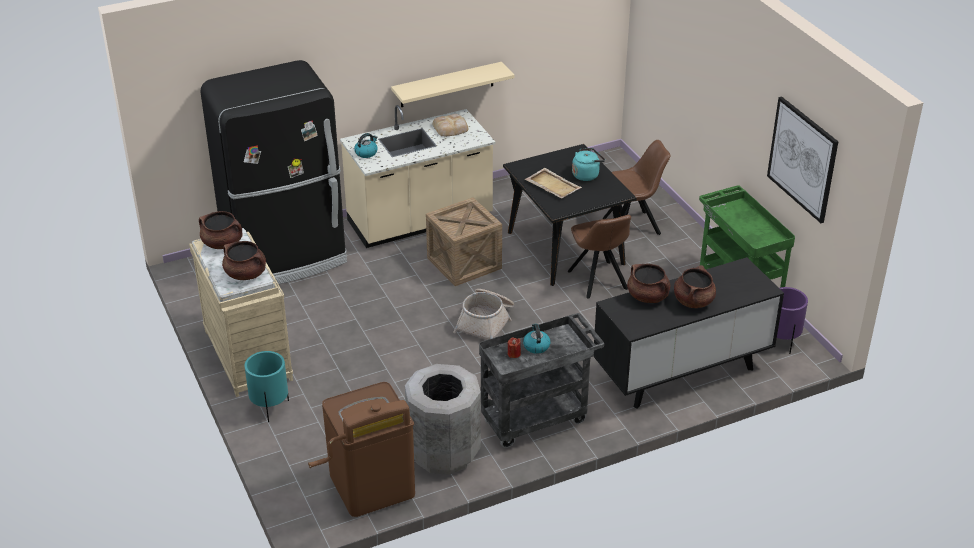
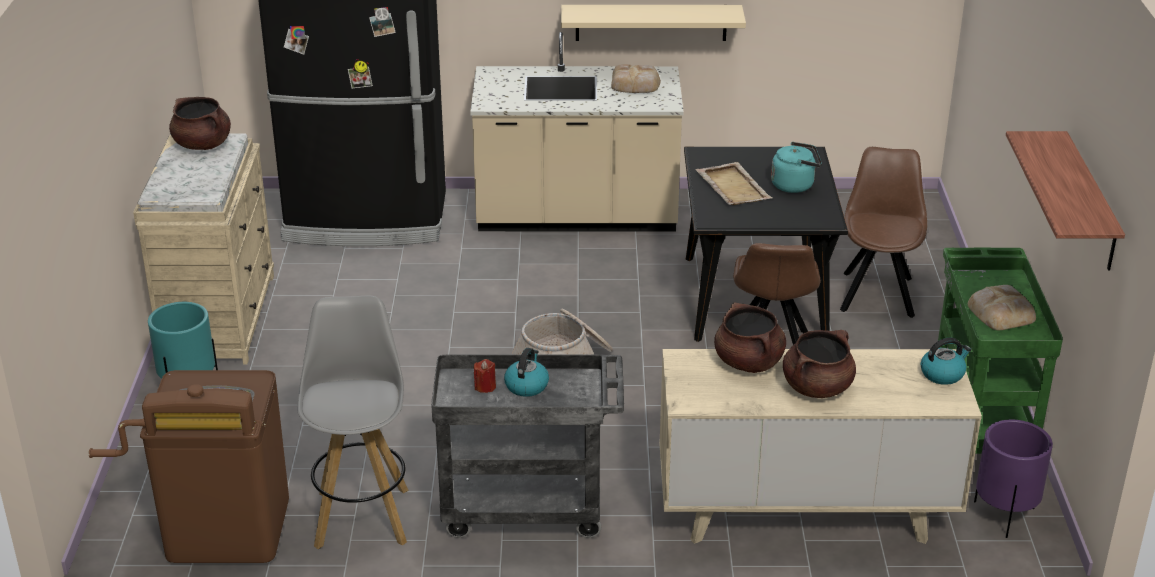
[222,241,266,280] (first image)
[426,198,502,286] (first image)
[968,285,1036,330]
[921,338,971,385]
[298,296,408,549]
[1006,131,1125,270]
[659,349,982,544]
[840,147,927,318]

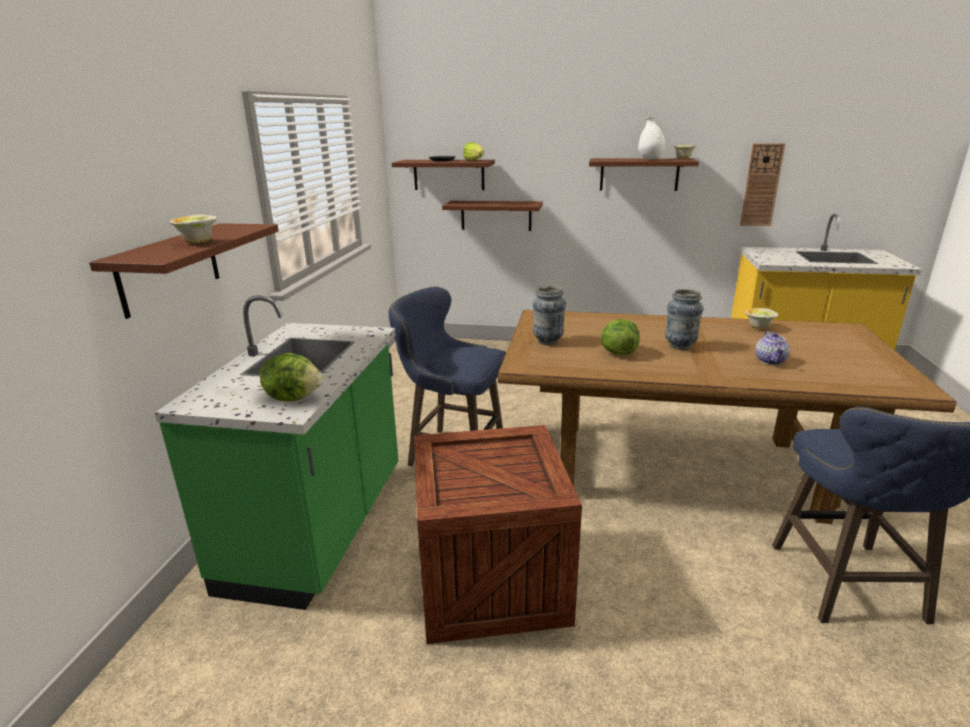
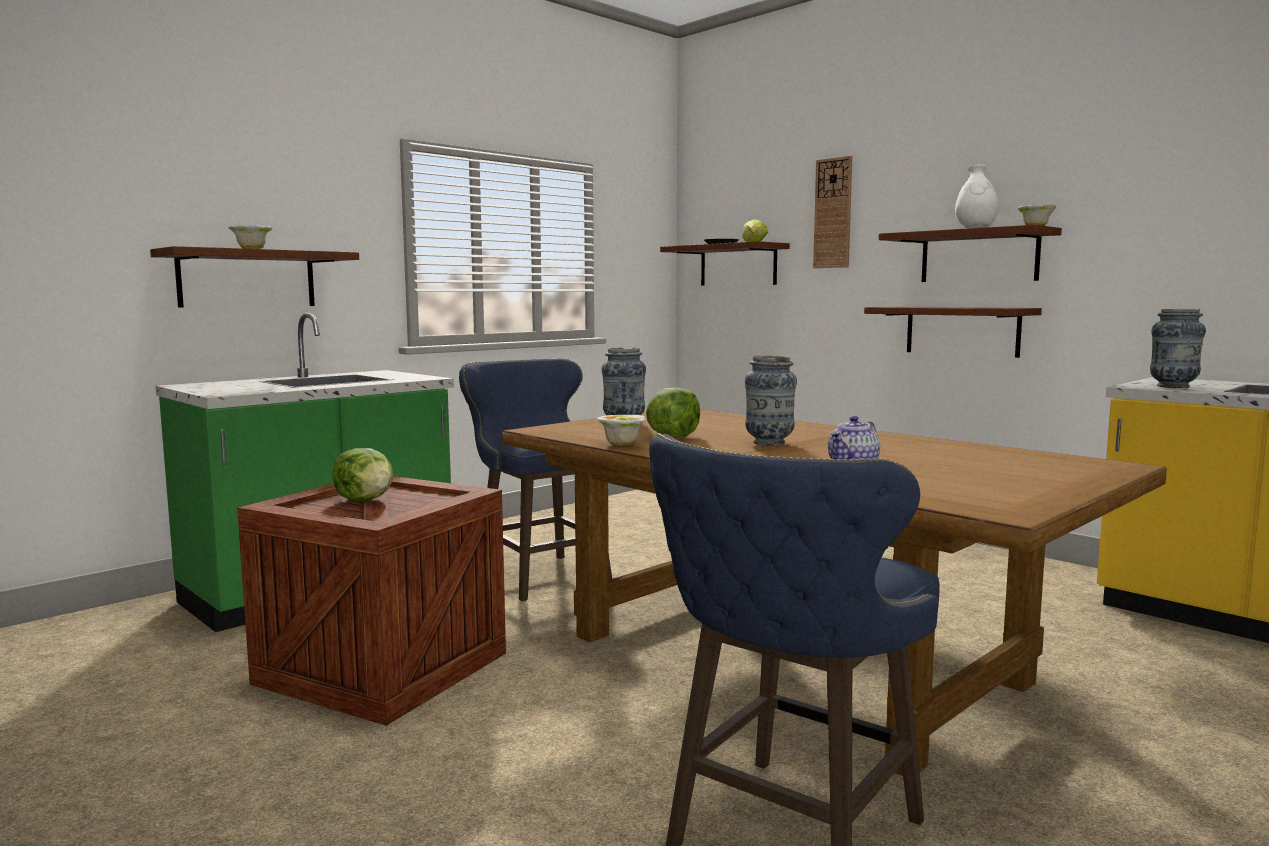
[1150,309,1206,388]
[332,448,393,501]
[864,307,1042,358]
[813,156,852,268]
[597,415,646,446]

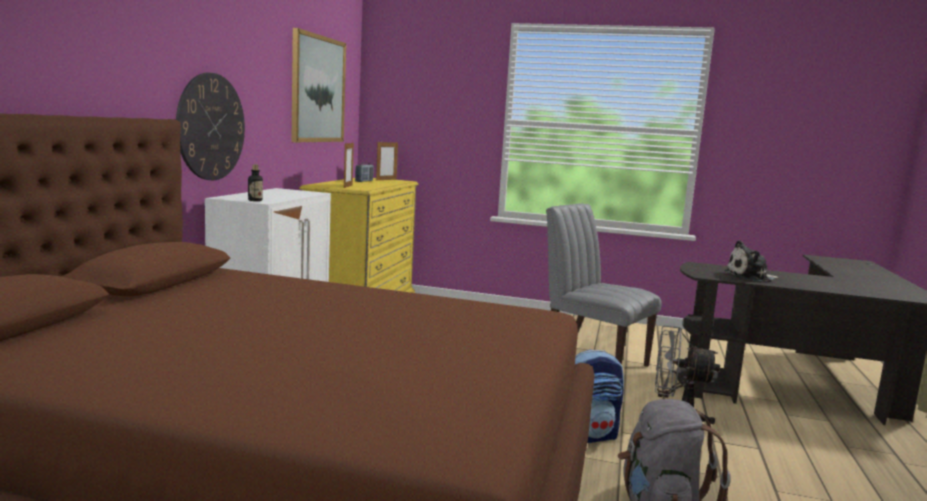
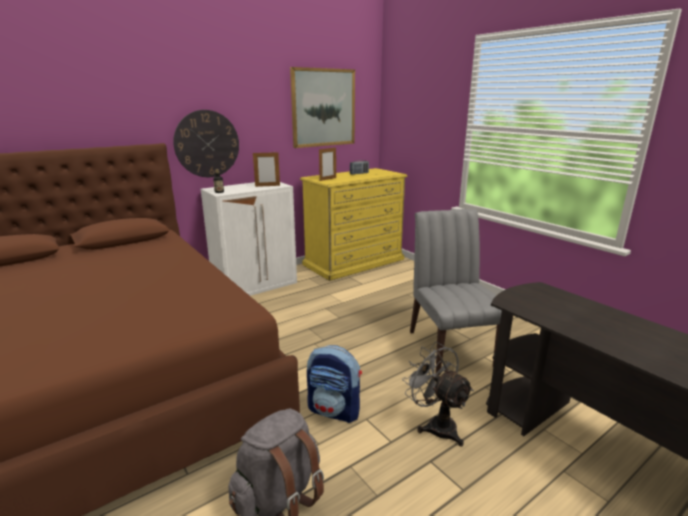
[724,240,779,282] (first image)
[253,152,280,187]

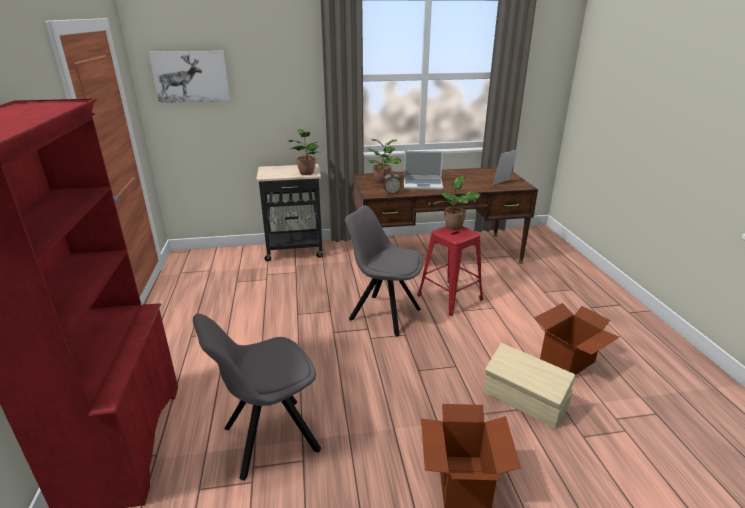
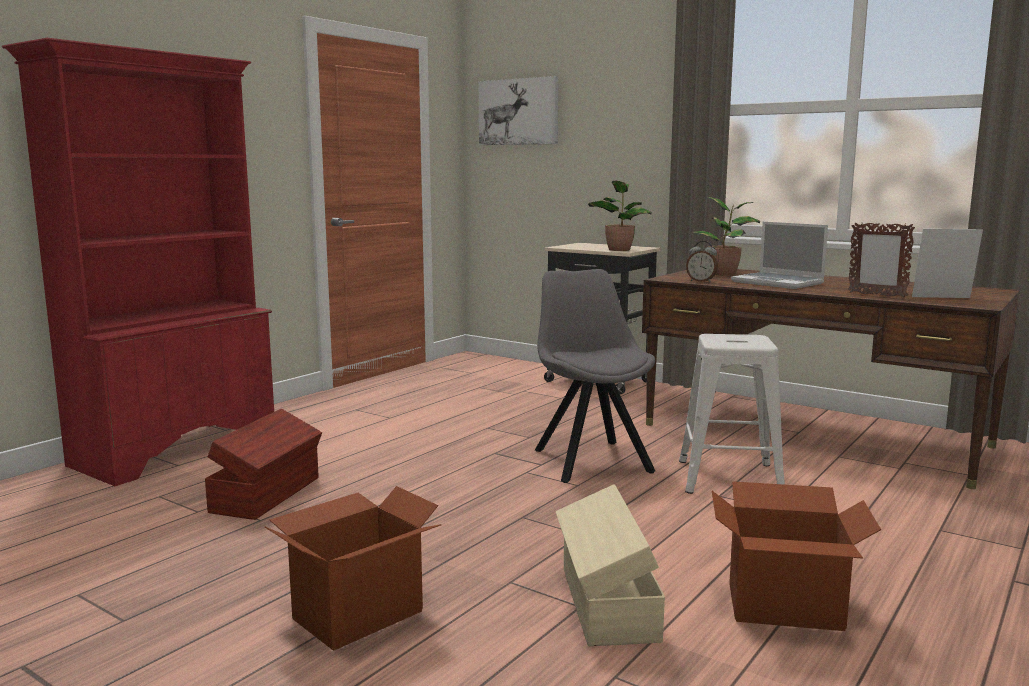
[433,176,481,230] (first image)
[848,223,915,298]
[205,409,322,520]
[679,334,785,494]

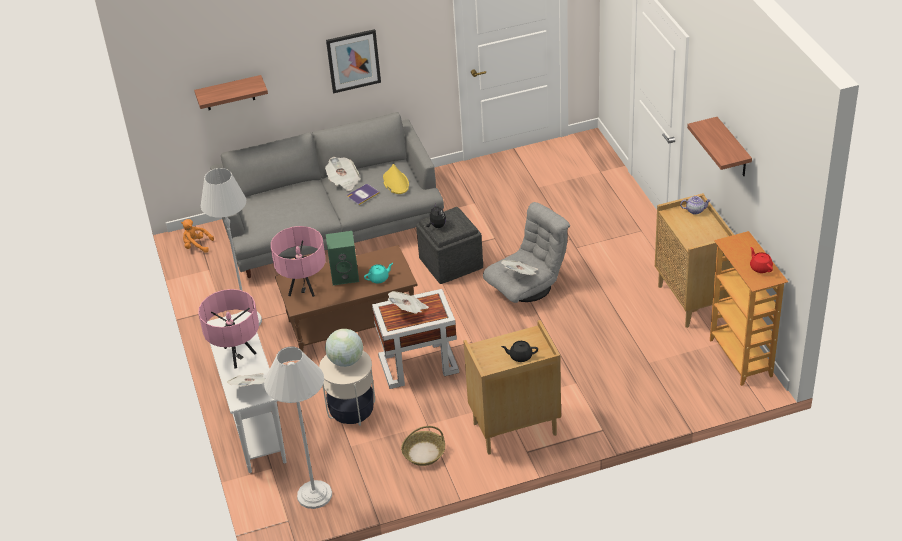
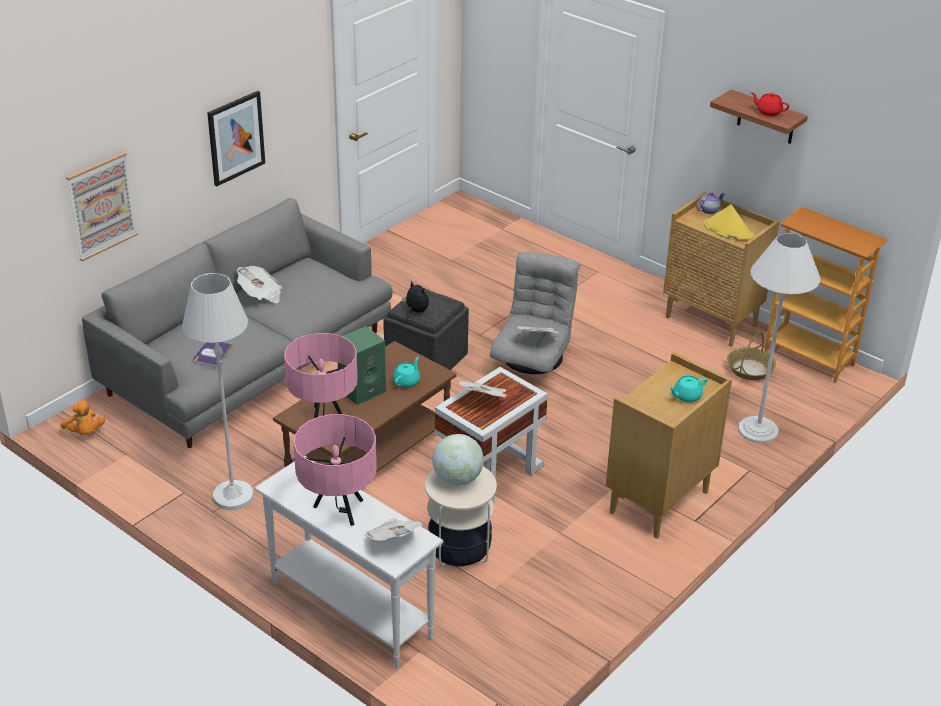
[738,232,820,443]
[193,342,233,367]
[704,205,754,241]
[727,333,776,380]
[751,92,789,116]
[66,152,138,262]
[669,376,707,402]
[60,400,105,435]

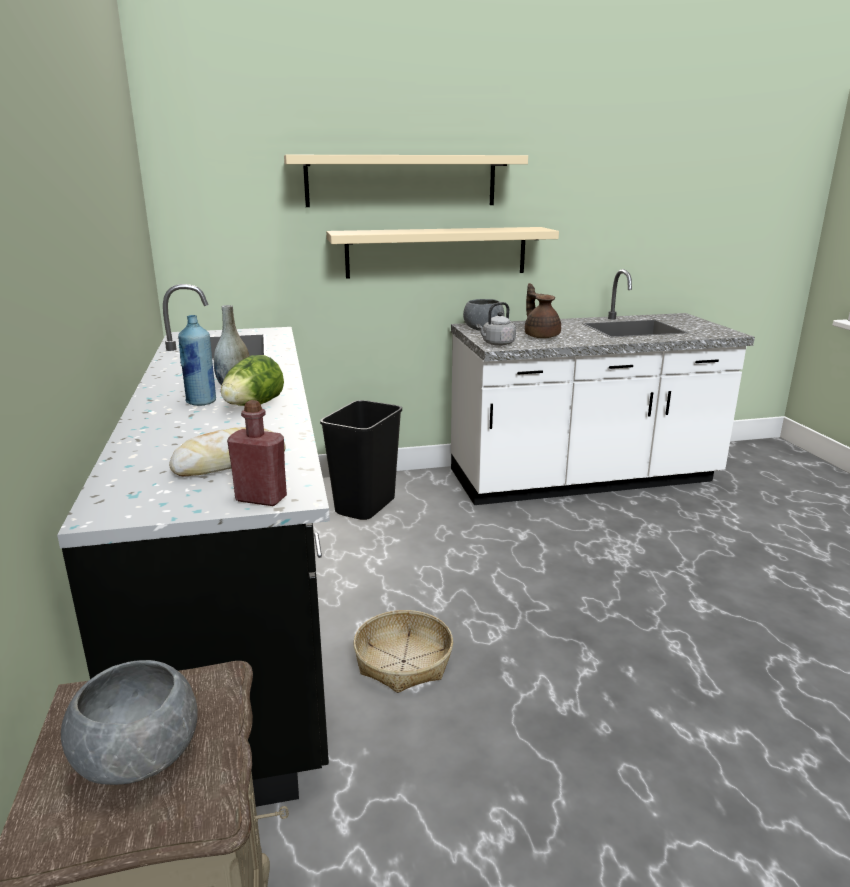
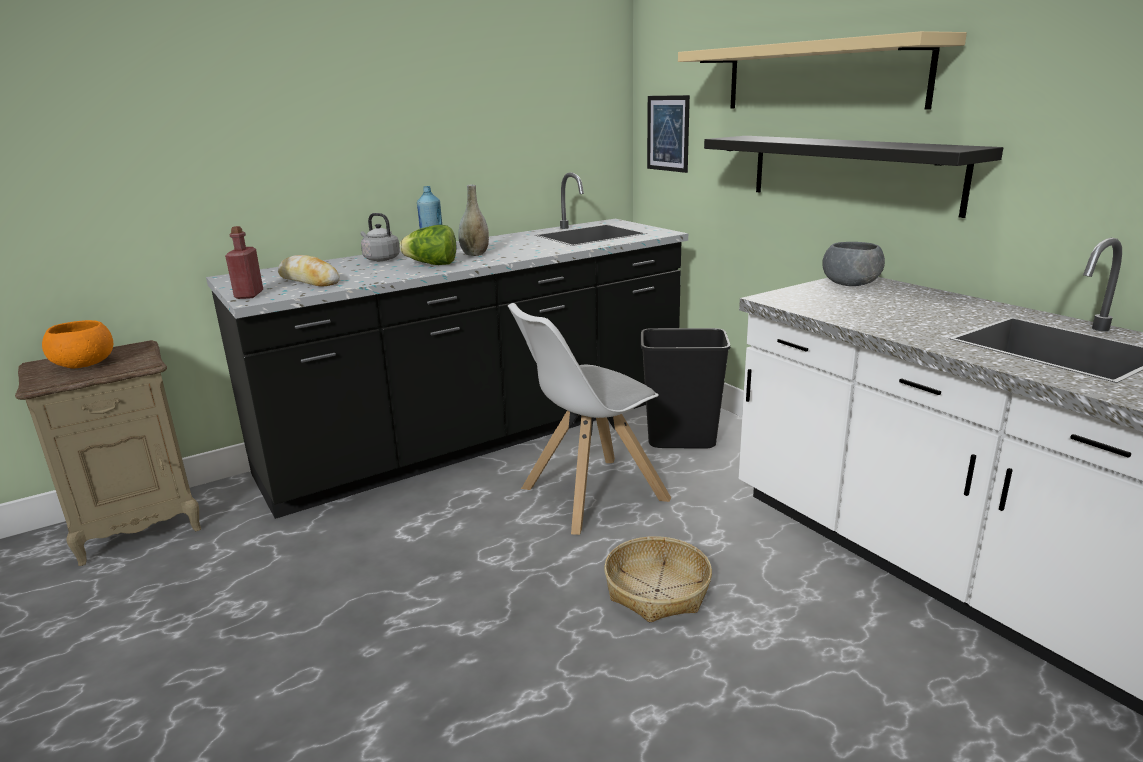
[524,283,561,338] (first image)
[508,303,671,535]
[647,95,690,173]
[604,536,712,623]
[361,213,400,261]
[42,320,113,368]
[704,136,1003,218]

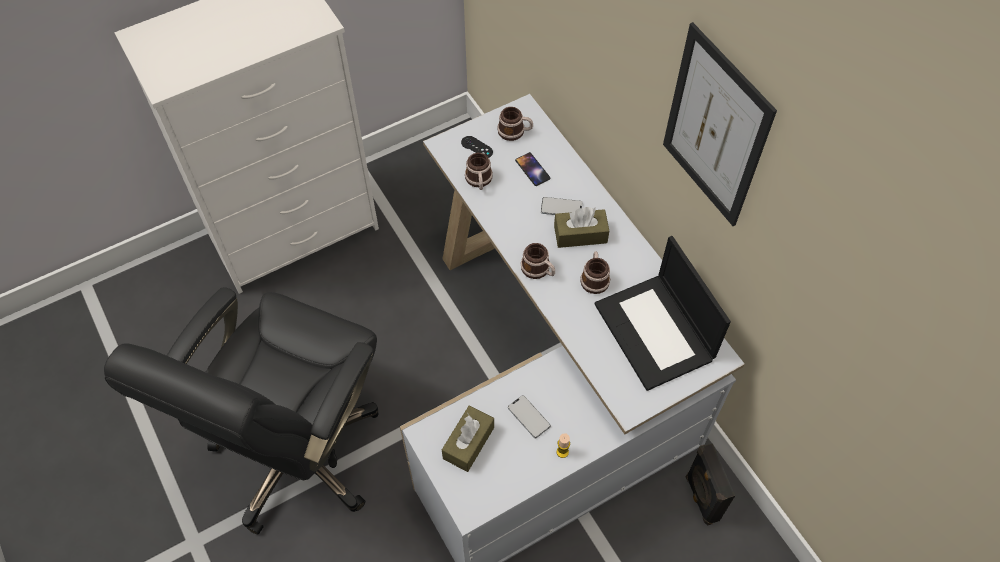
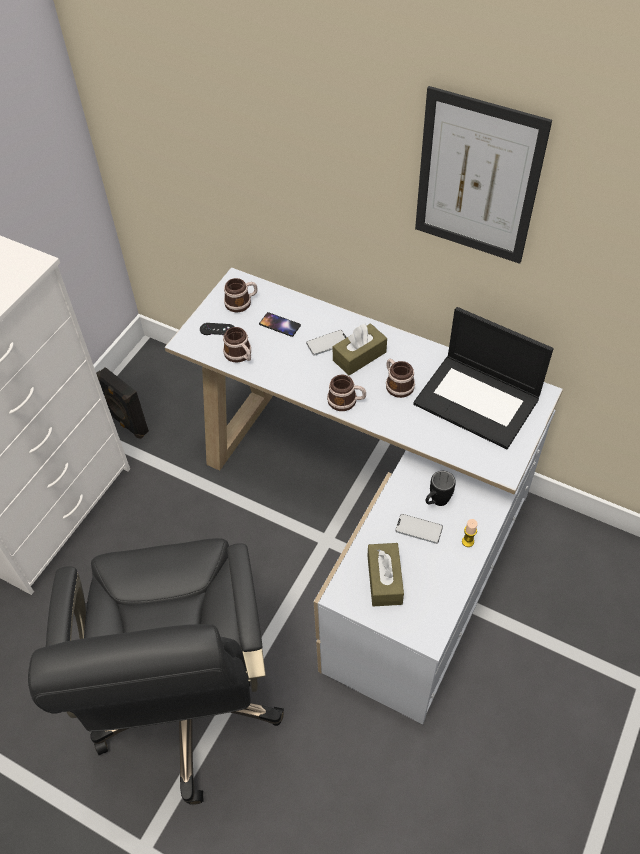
[425,471,456,506]
[96,367,149,439]

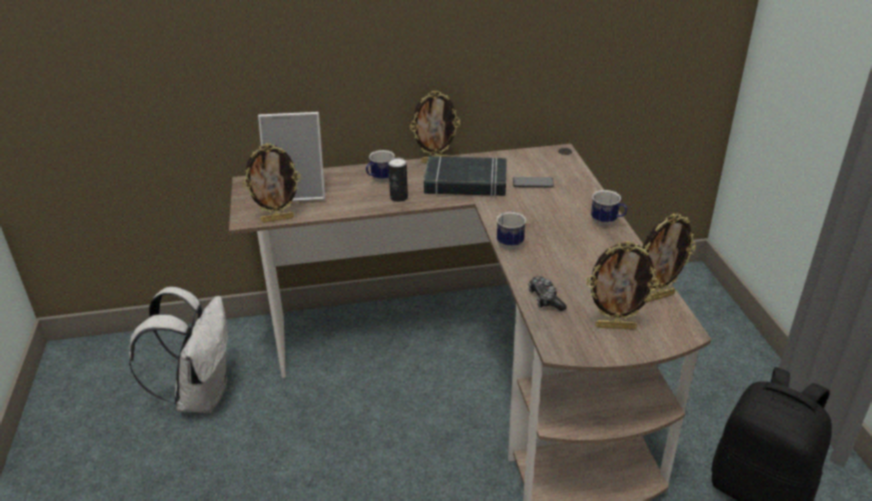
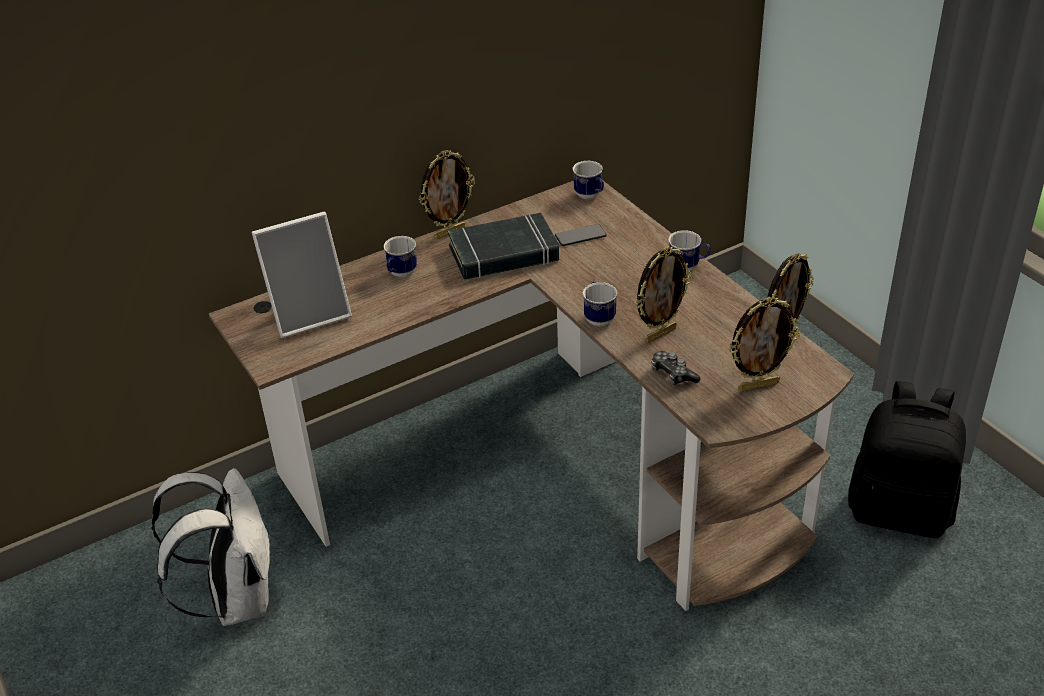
[388,158,408,202] (first image)
[573,161,604,199]
[636,247,692,343]

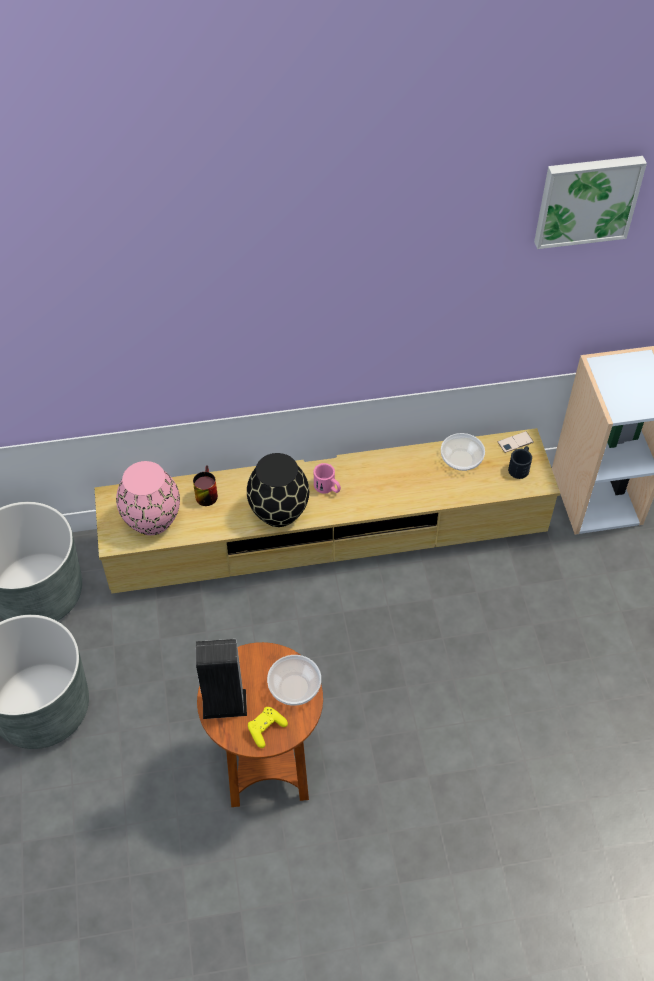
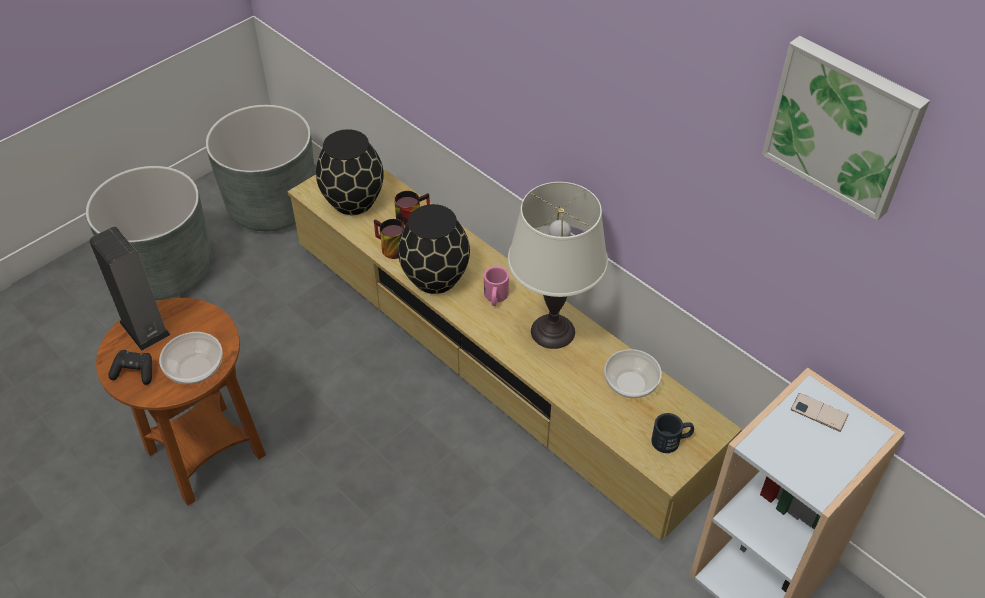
[374,219,405,259]
[508,182,608,349]
[791,393,849,432]
[316,129,384,215]
[108,350,152,385]

